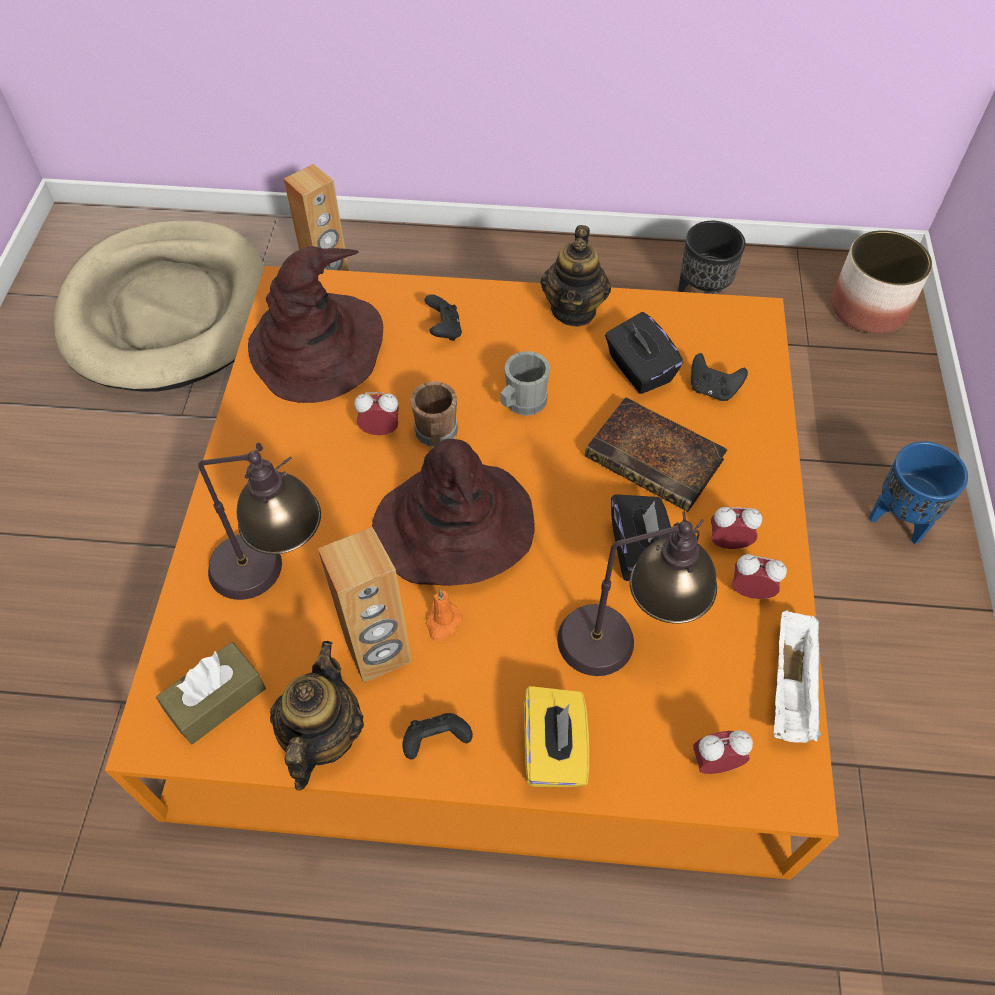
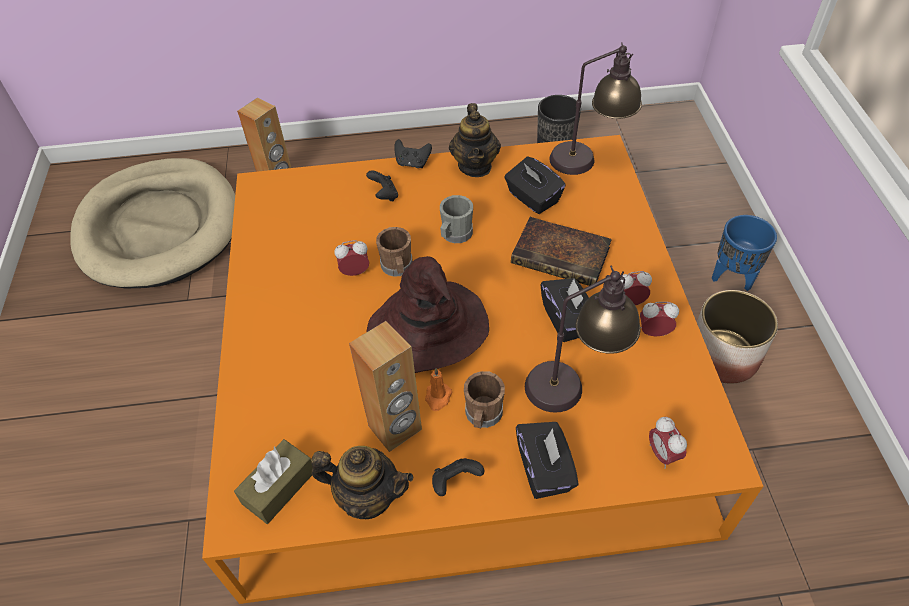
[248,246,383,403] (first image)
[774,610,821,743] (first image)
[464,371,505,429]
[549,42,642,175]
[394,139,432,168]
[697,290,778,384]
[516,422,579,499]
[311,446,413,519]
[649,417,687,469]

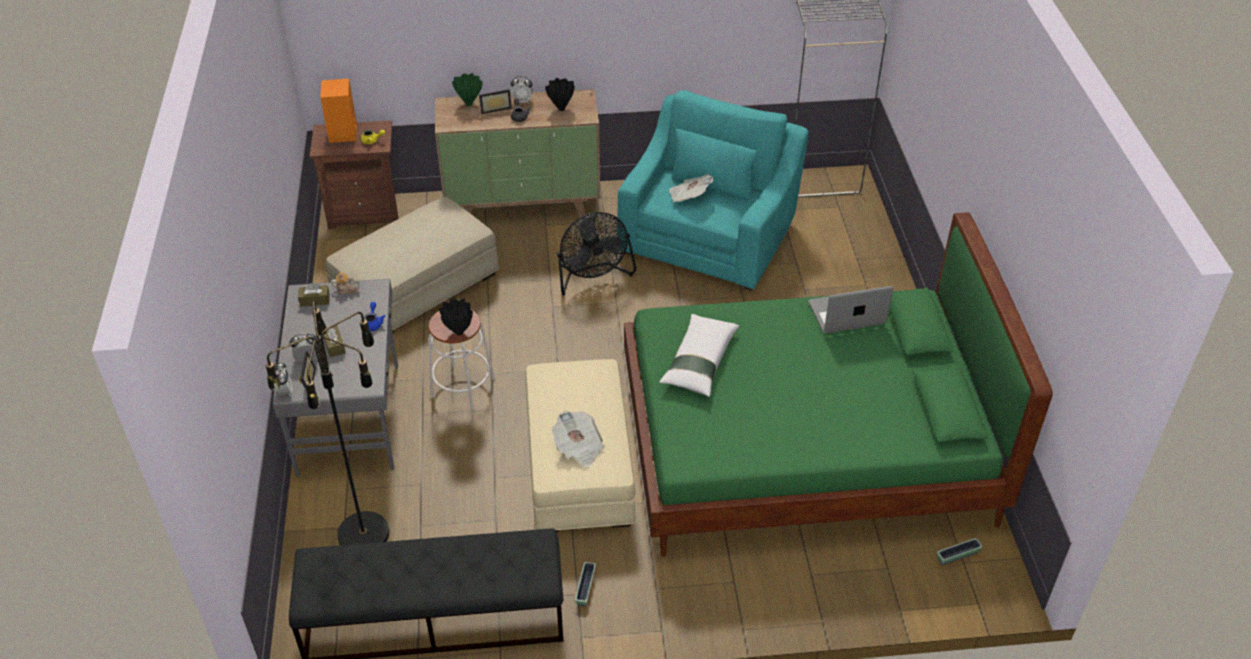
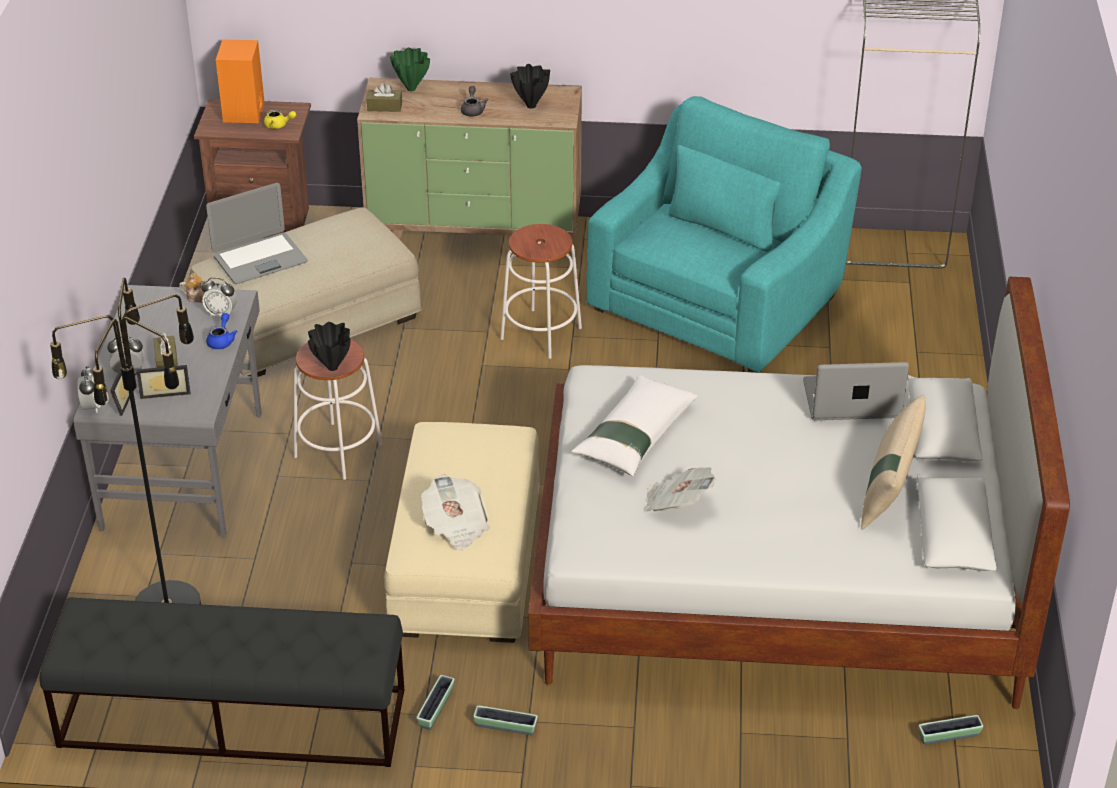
[206,183,308,284]
[473,705,538,735]
[861,395,925,530]
[367,83,402,112]
[136,365,191,399]
[202,277,237,317]
[646,467,715,512]
[500,224,582,359]
[528,277,1070,709]

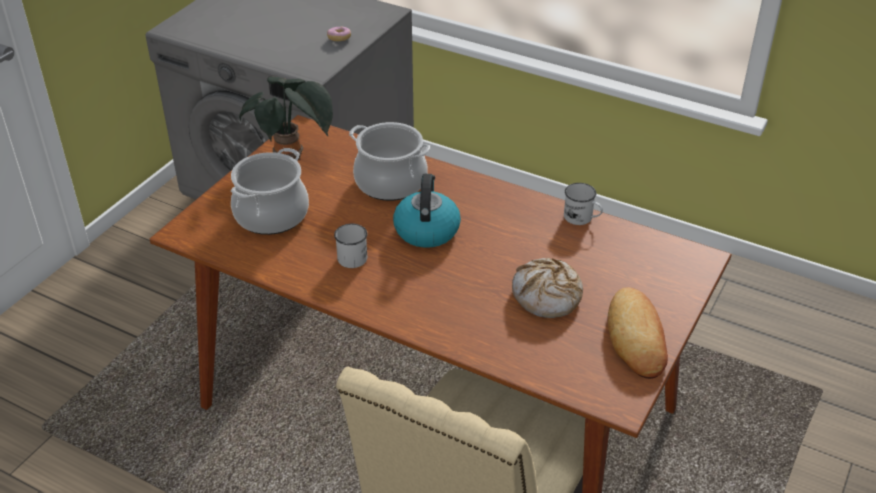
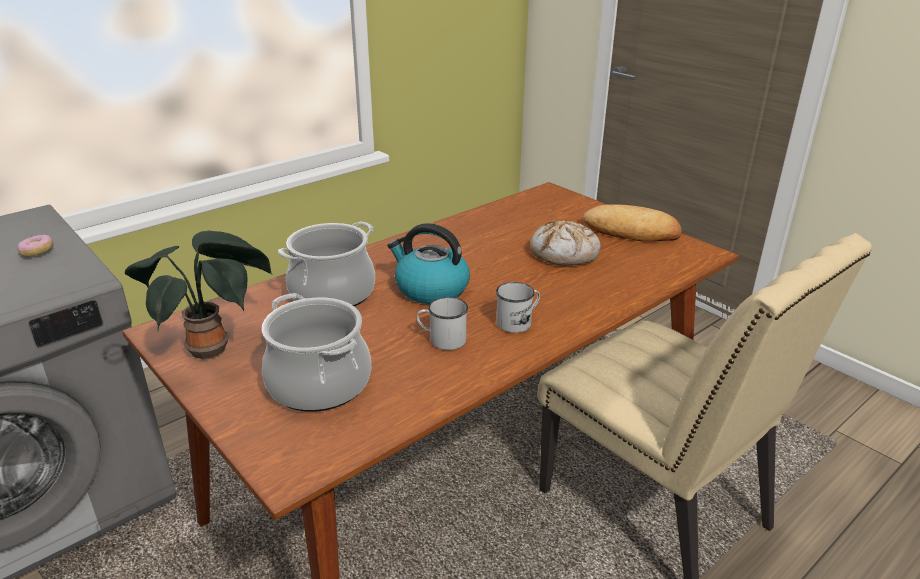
[496,282,540,333]

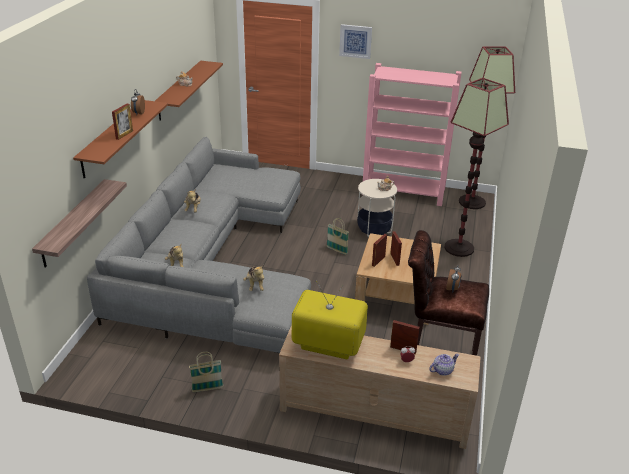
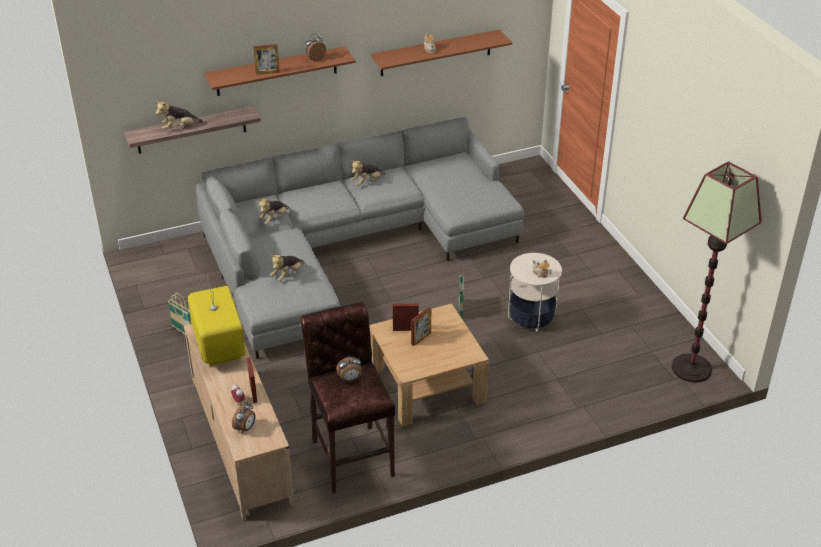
[339,24,372,59] (first image)
[363,63,462,206] (first image)
[444,78,509,257] (first image)
[156,101,203,129]
[232,403,255,433]

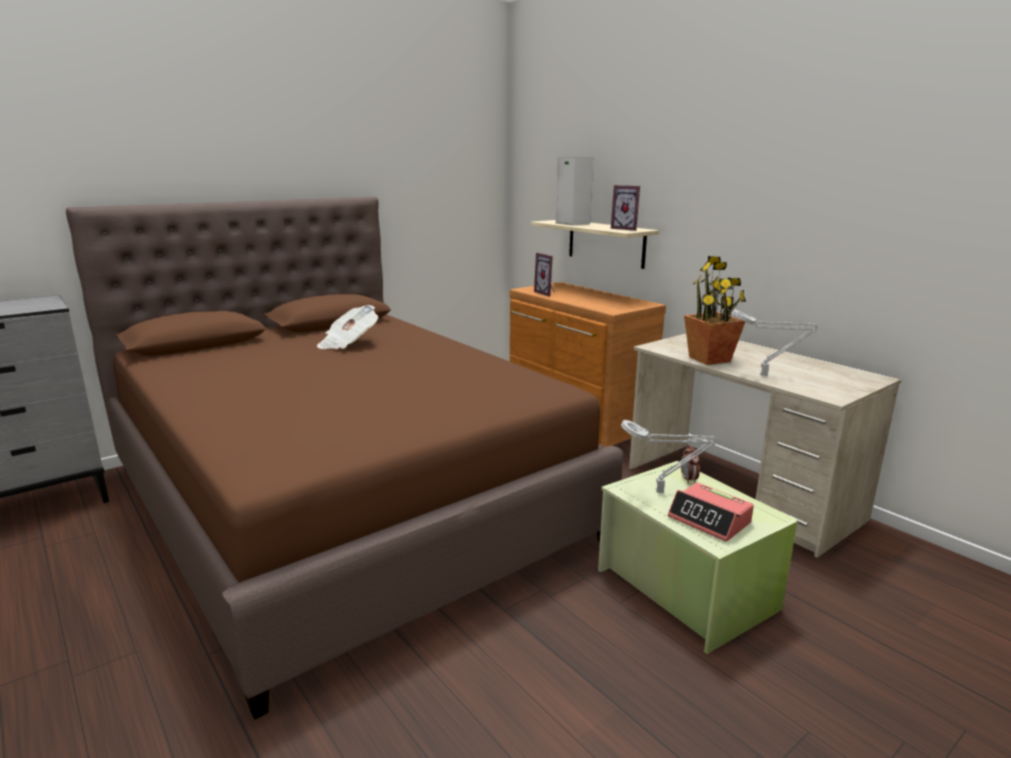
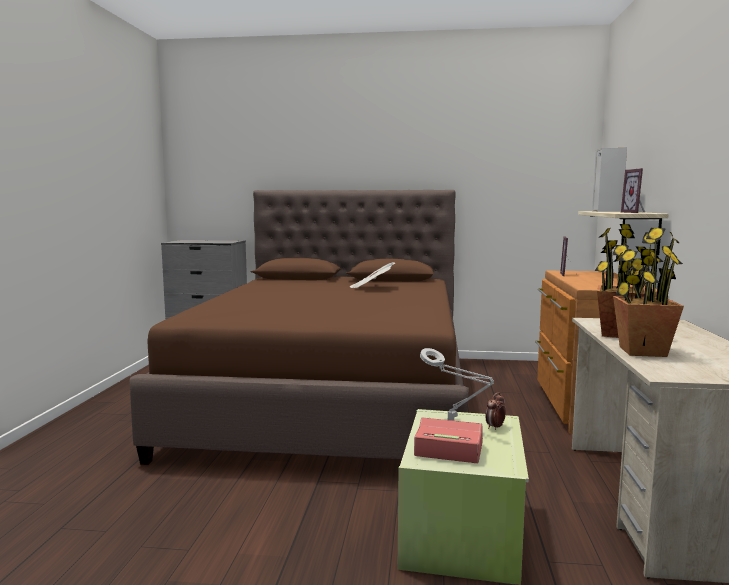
[613,228,684,357]
[414,418,483,463]

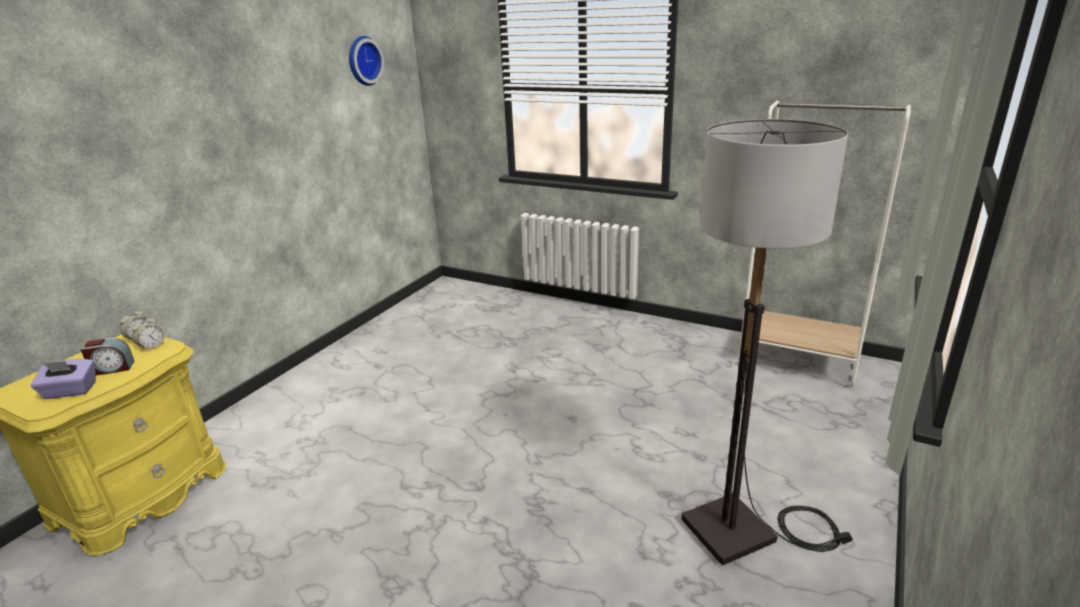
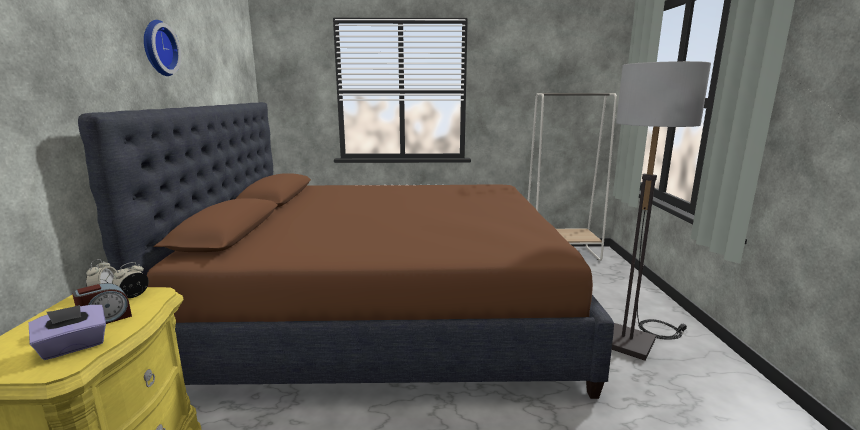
[78,102,614,399]
[144,20,181,76]
[112,262,149,298]

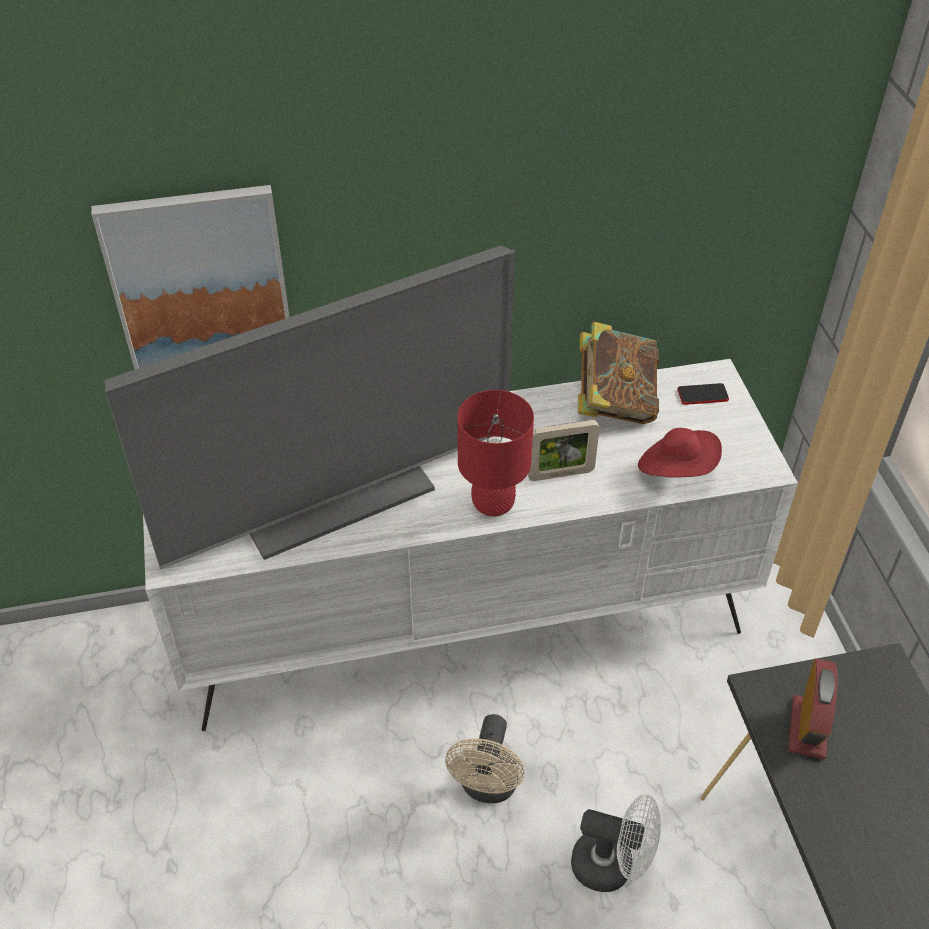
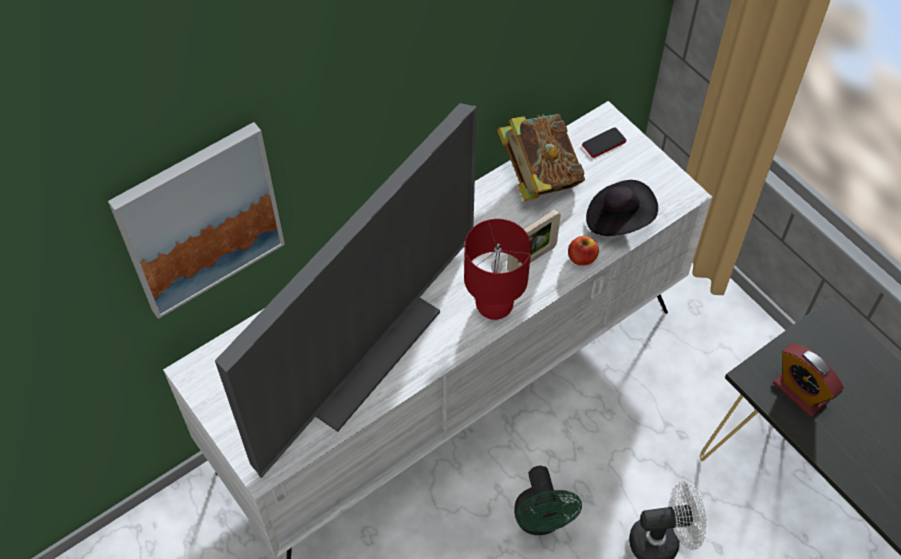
[568,236,599,266]
[514,466,582,535]
[586,180,658,236]
[773,343,844,417]

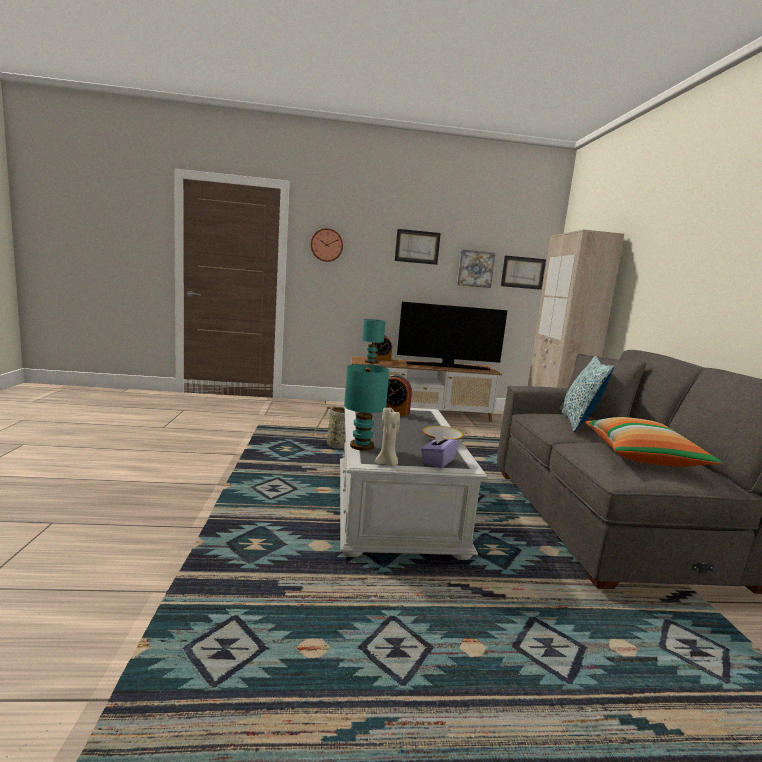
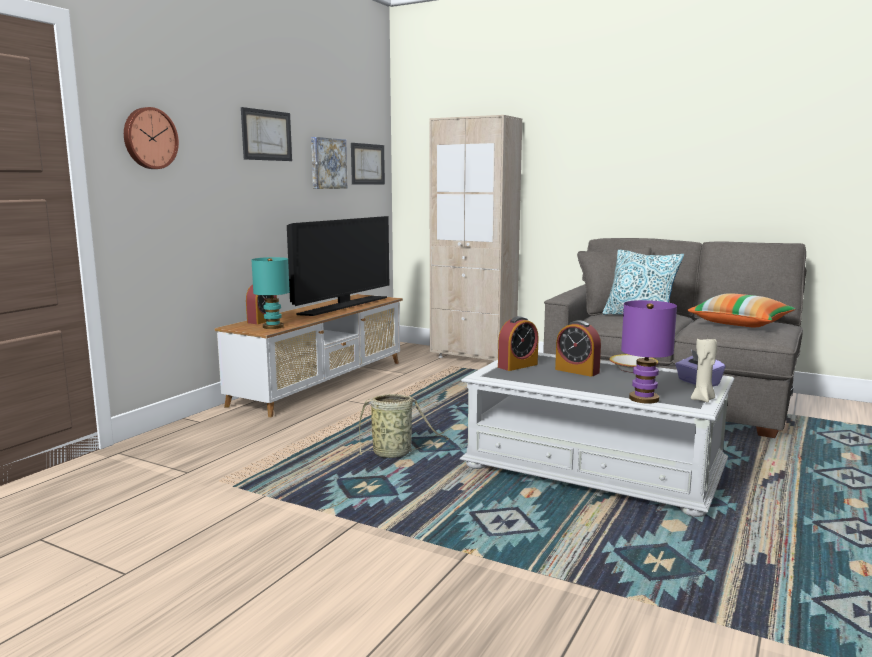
[555,320,601,377]
[621,300,677,404]

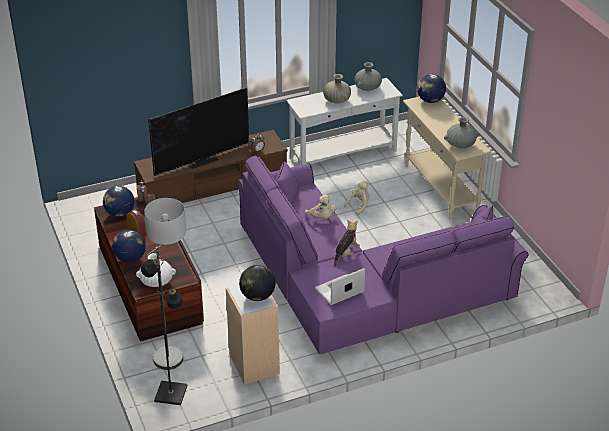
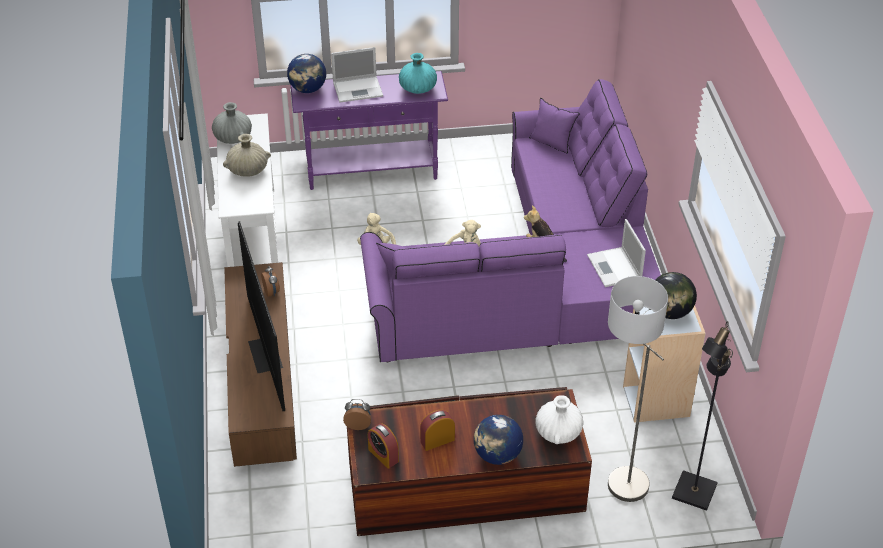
[331,47,383,103]
[368,423,399,469]
[290,71,448,190]
[399,53,437,94]

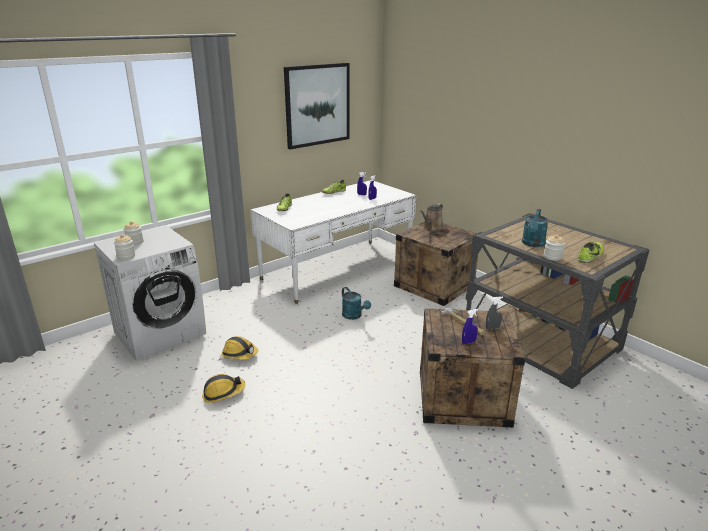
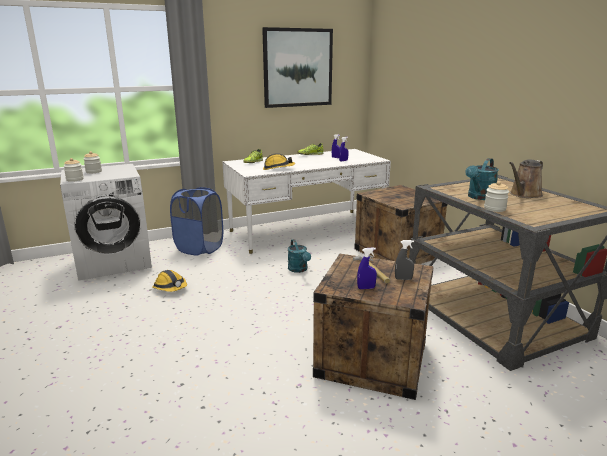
[578,242,604,263] (first image)
[170,187,223,256]
[263,153,295,170]
[509,159,543,198]

